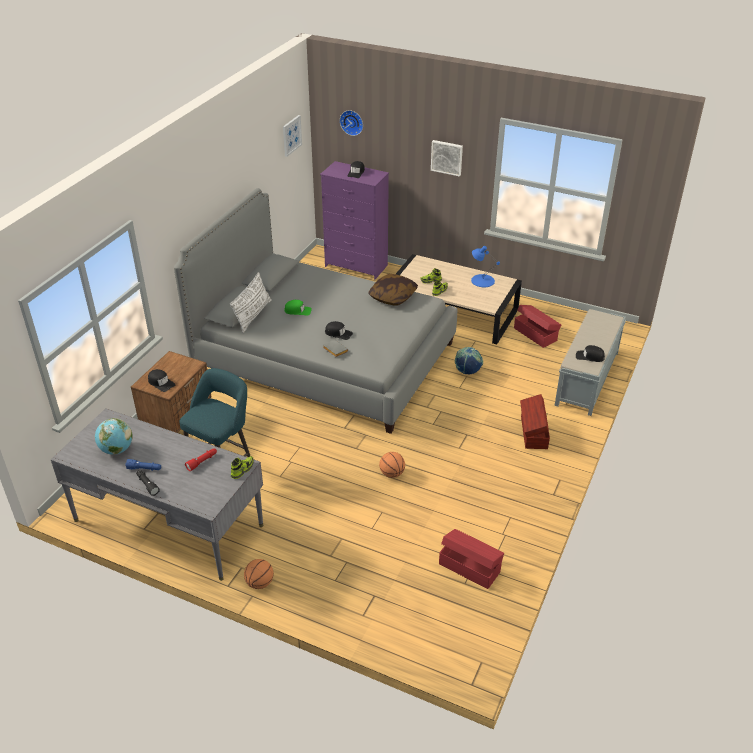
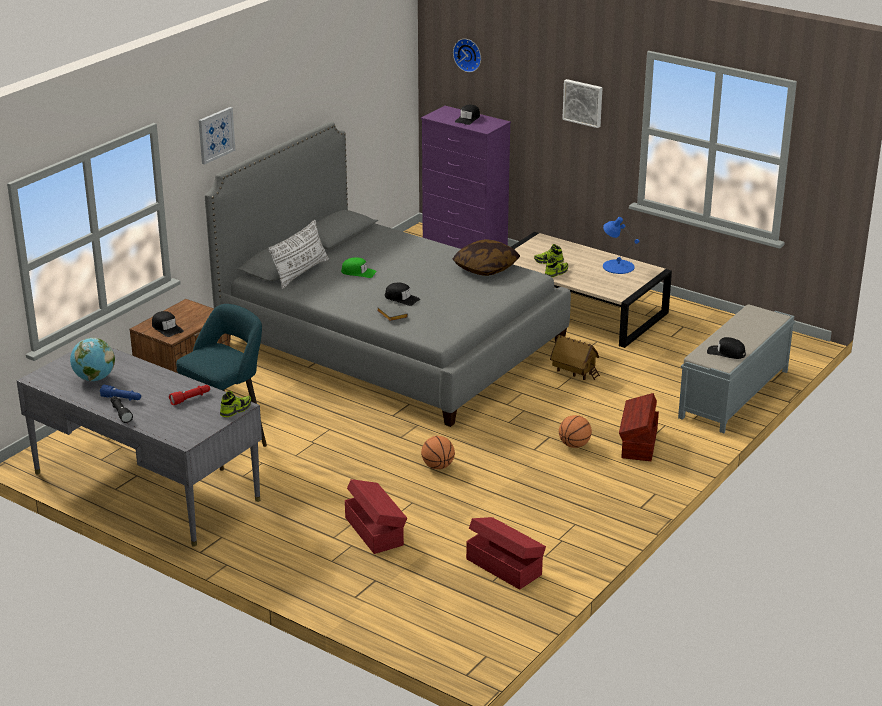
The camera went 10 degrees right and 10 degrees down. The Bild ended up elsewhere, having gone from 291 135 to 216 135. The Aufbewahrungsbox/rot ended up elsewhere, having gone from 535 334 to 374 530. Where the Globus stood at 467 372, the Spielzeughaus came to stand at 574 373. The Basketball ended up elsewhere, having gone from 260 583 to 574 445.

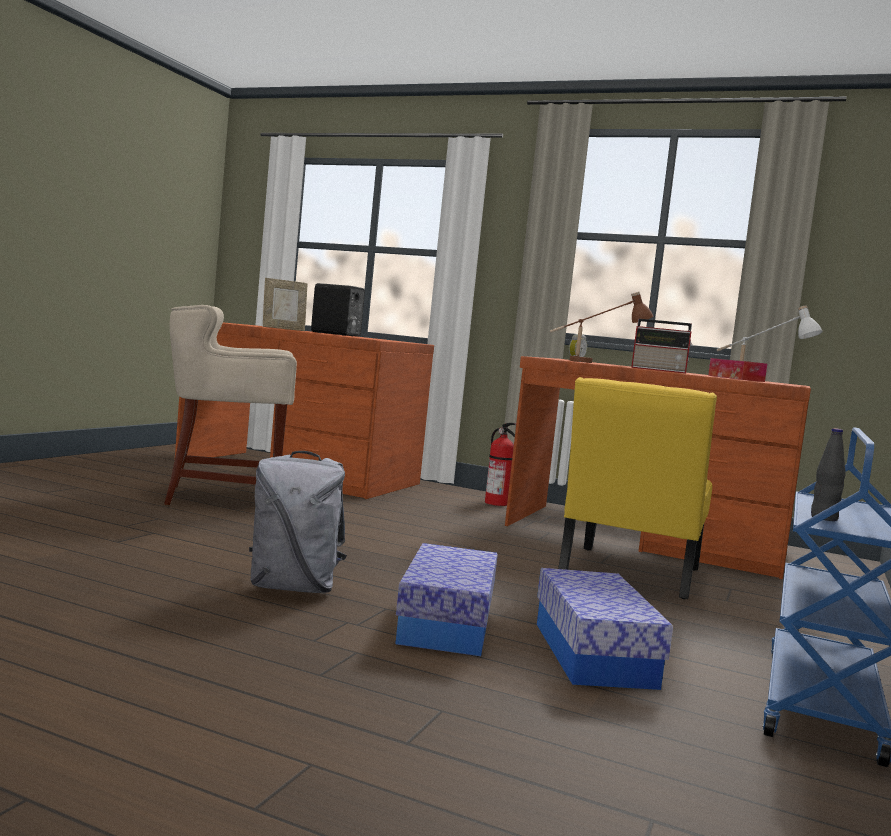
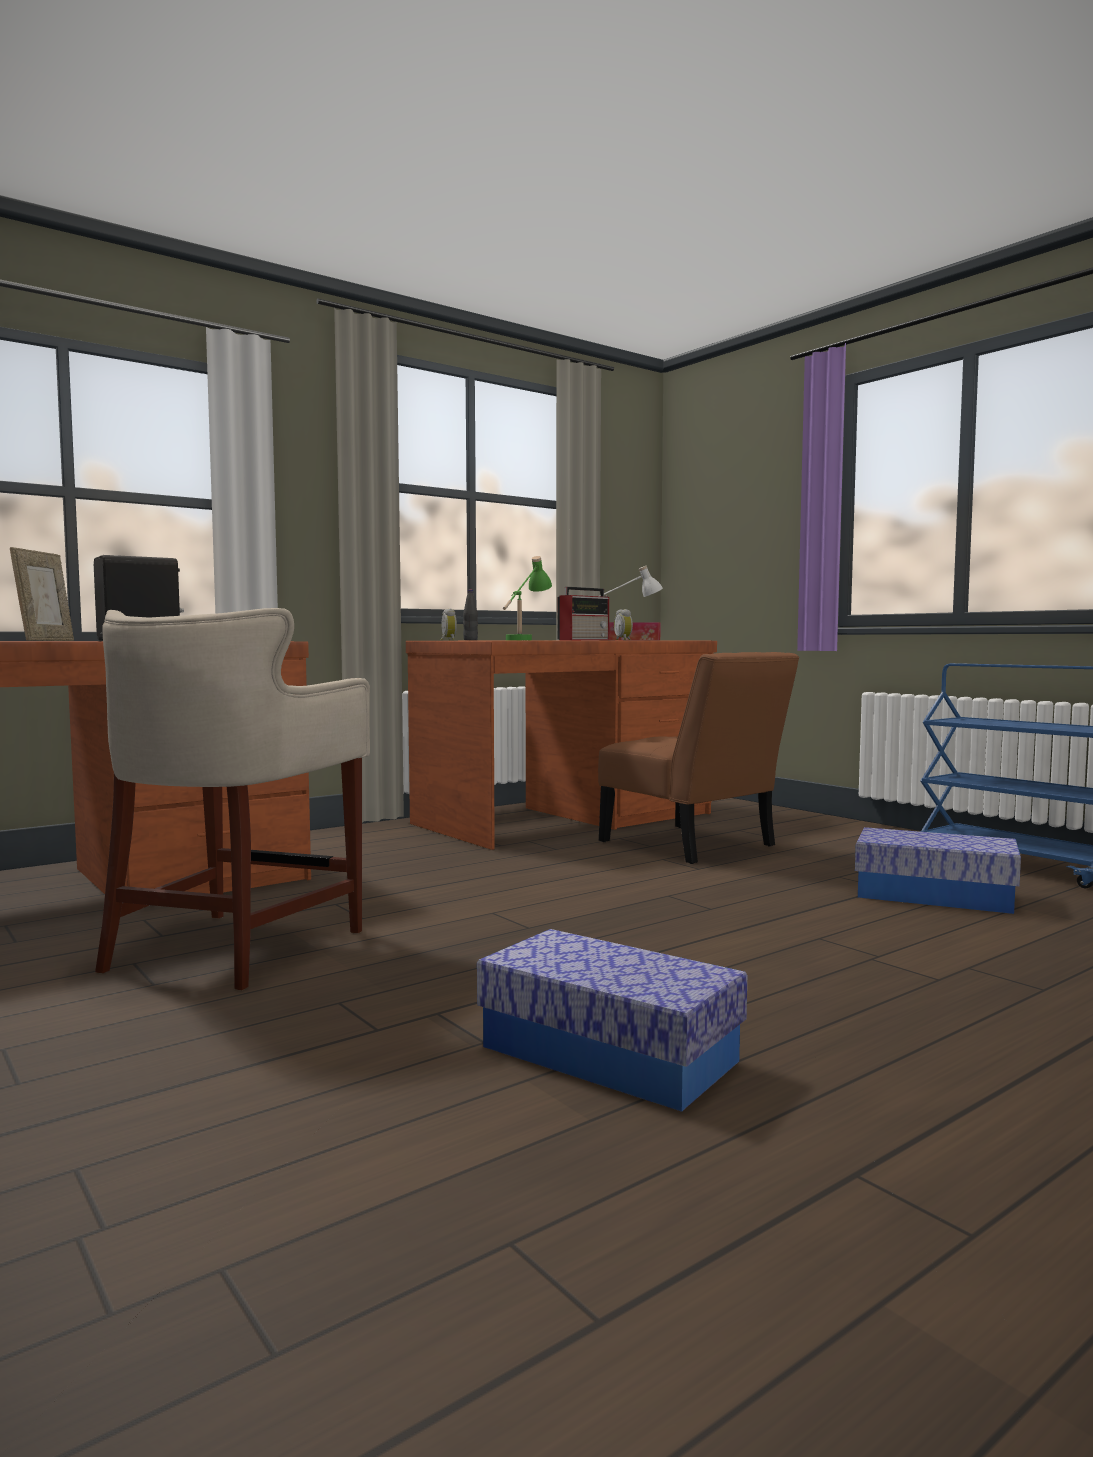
The camera went 60 degrees left and 0 degrees up. What was the Tischlampe/braun at 596 363 turned into the Tischlampe/grün at 525 640. What was the Stuhl/gelb at 628 574 turned into the Stuhl/braun at 693 846. The second view lost the Feuerlöscher at 497 503. The Flasche/schwarz ended up elsewhere, having gone from 824 518 to 470 640. The second view lost the Rucksack/grau at 294 588. The Aufbewahrungsbox ended up elsewhere, having gone from 446 623 to 608 1054. The second view gained the Wecker at 624 640.

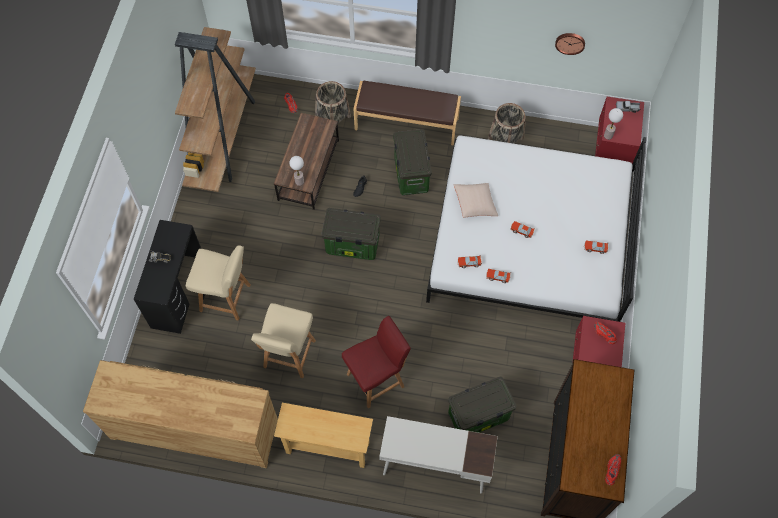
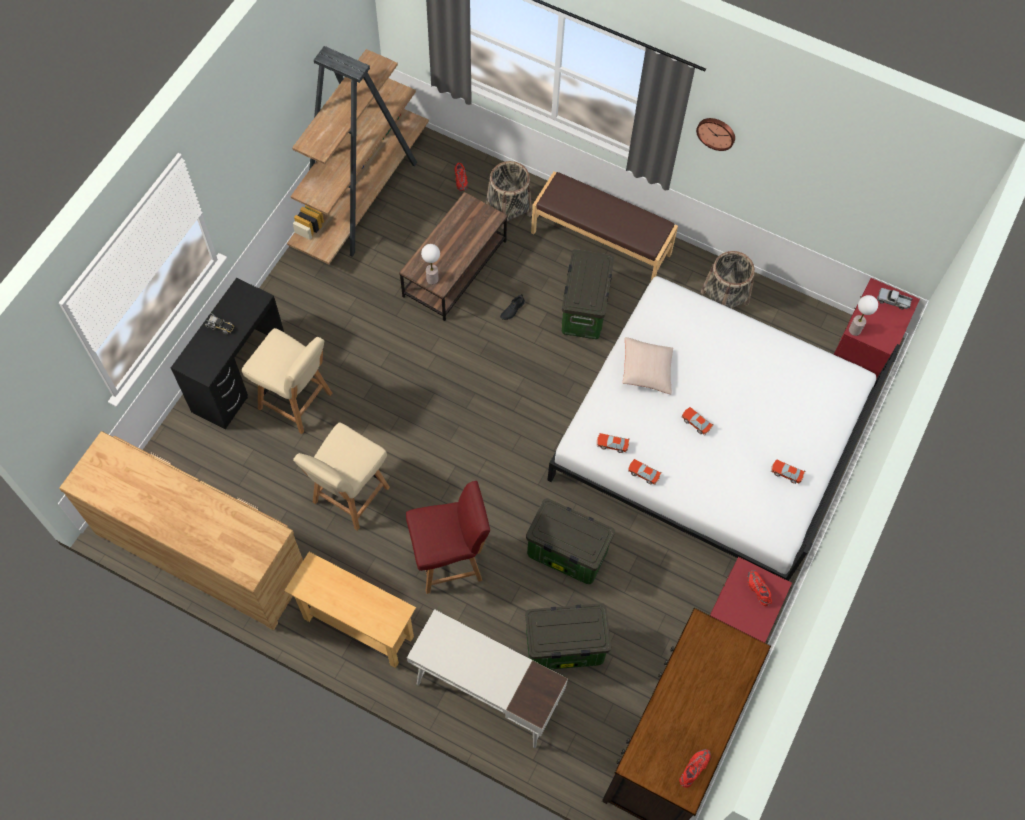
The camera went 15 degrees right and 0 degrees up. The Wanduhr ended up elsewhere, having gone from 570 42 to 716 132. The Aufbewahrungsbox ended up elsewhere, having gone from 351 245 to 565 554.

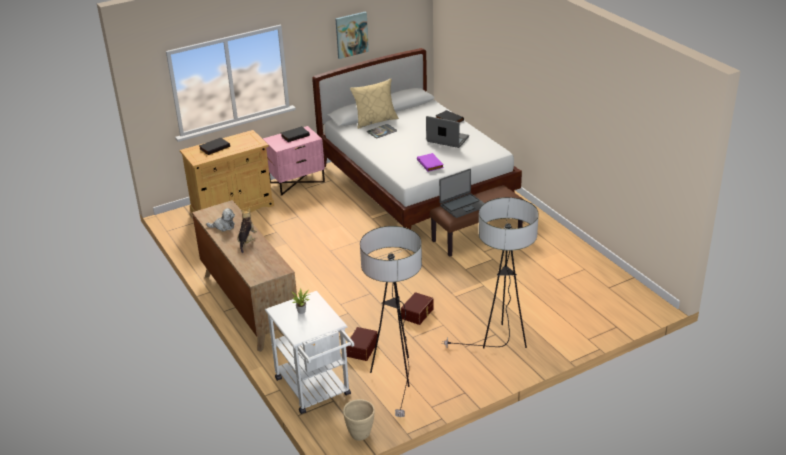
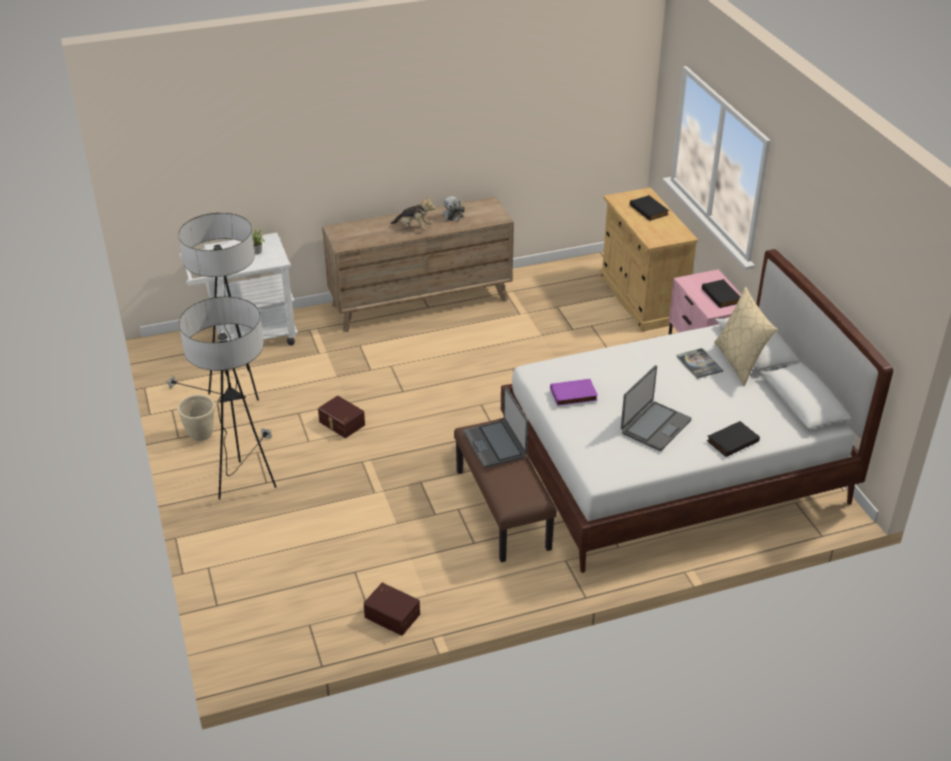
The camera went 100 degrees right and 5 degrees up. The second view lost the Bild at 351 34. The Aufbewahrungsbox/braun ended up elsewhere, having gone from 361 349 to 393 614. The Pflanzkübel/beige ended up elsewhere, having gone from 360 434 to 201 435.

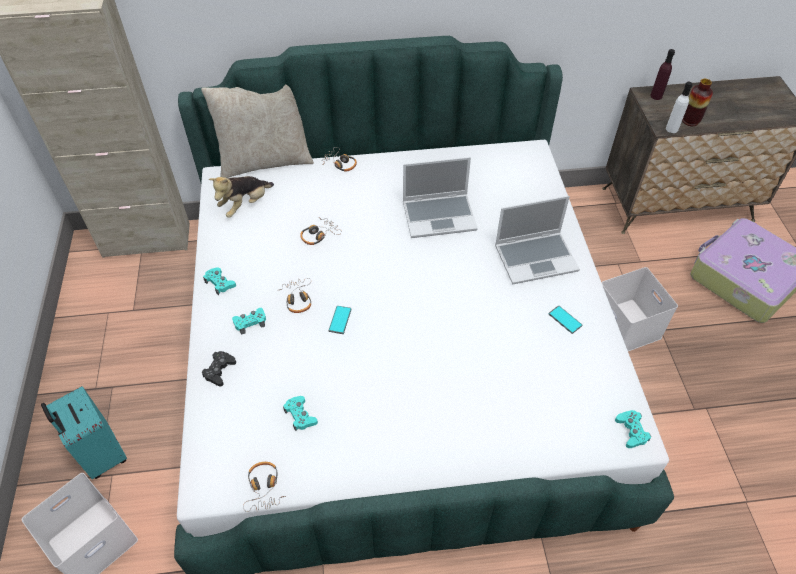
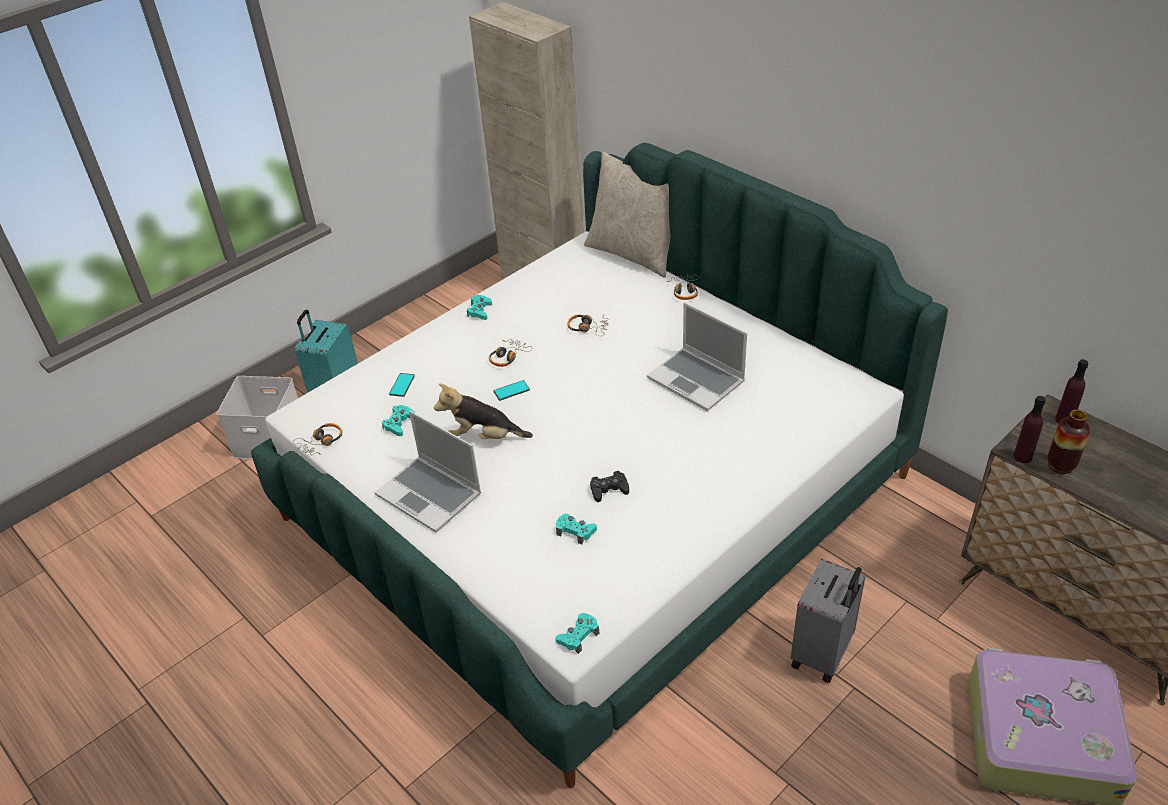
The camera went 55 degrees right and 10 degrees down. What was the Flasche/weiß at 671 129 turned into the Flasche/lila at 1022 457. The Plüschtier ended up elsewhere, having gone from 245 205 to 484 437. The Laptop ended up elsewhere, having gone from 536 258 to 431 495. Where the Aufbewahrungsbox/weiß stood at 626 327, the Koffer/grau came to stand at 823 654. The Handy ended up elsewhere, having gone from 565 320 to 402 385. The Gamepad/türkis ended up elsewhere, having gone from 250 322 to 575 531. The Gamepad/schwarz ended up elsewhere, having gone from 219 370 to 609 489.

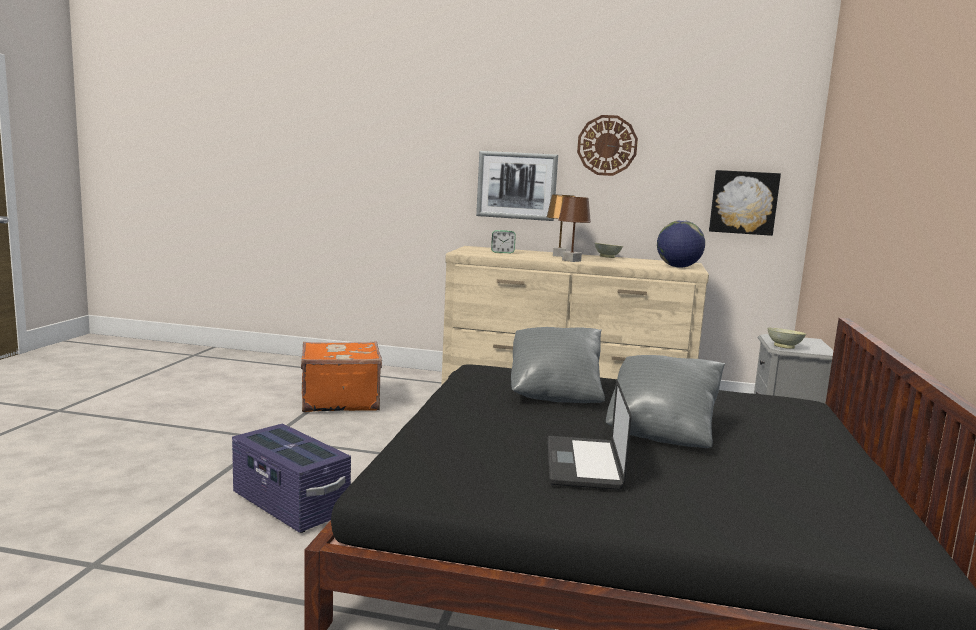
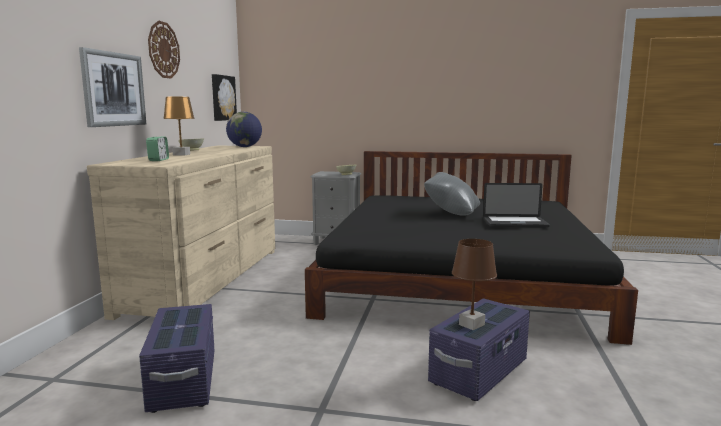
The camera went 90 degrees left and 0 degrees up. The Tischlampe/braun ended up elsewhere, having gone from 571 260 to 471 325. The second view lost the Kissen/grau at 555 394. Where the Koffer/orange stood at 339 401, the Aufbewahrungsbox/lila came to stand at 183 381.

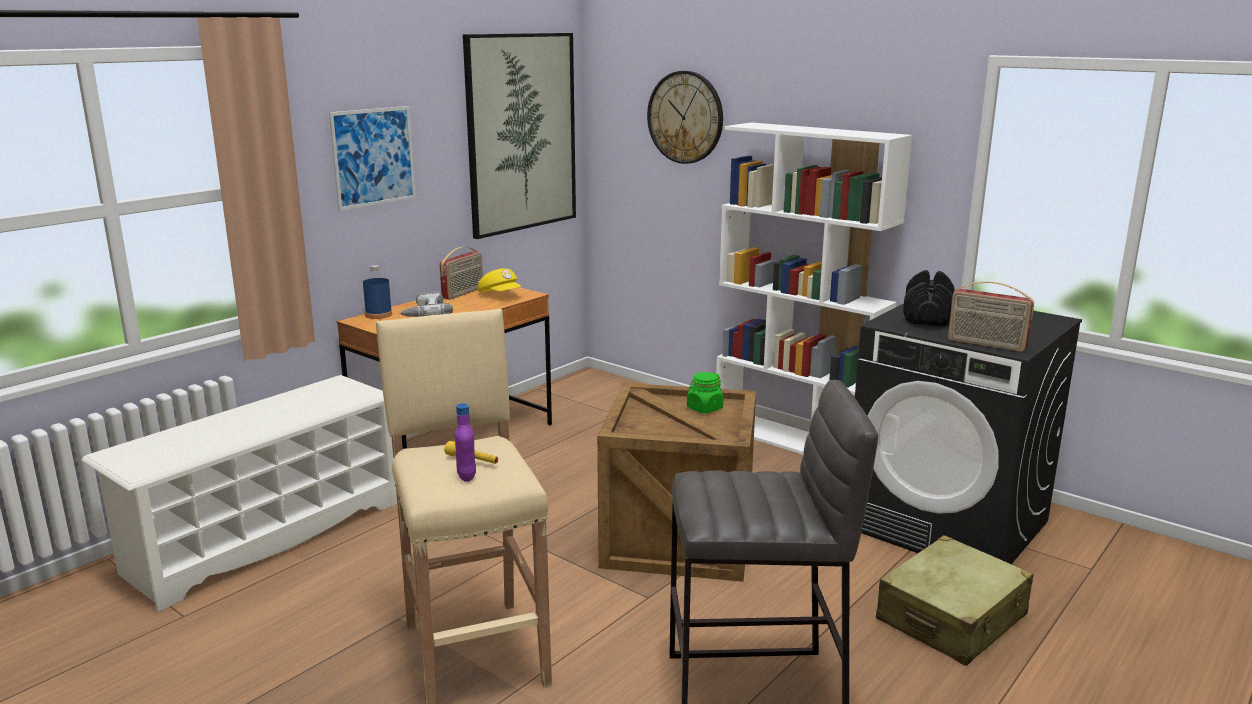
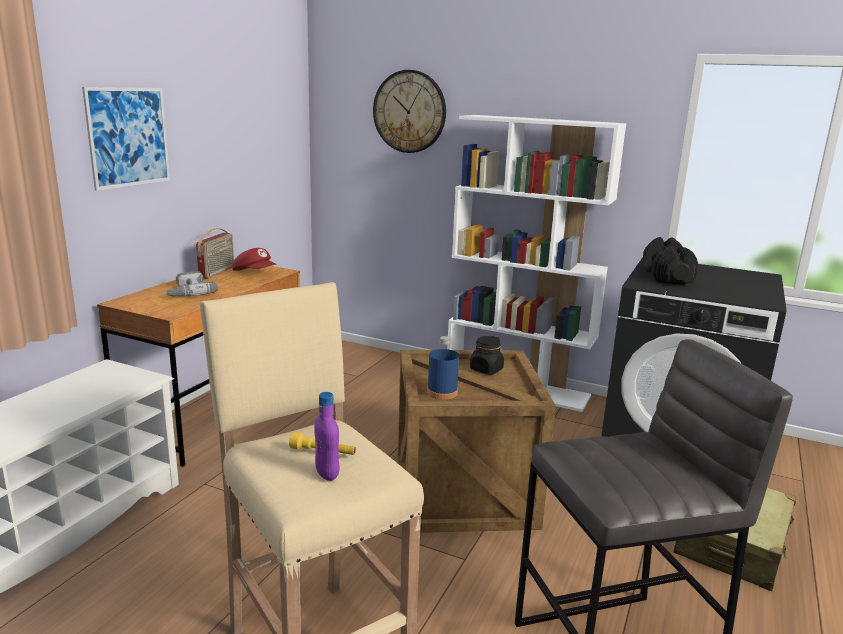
The camera went 15 degrees left and 0 degrees up. The second view lost the Bild at 521 133. The Flasche/blau ended up elsewhere, having gone from 378 315 to 442 392. What was the Kappe/gelb at 501 295 turned into the Kappe/rot at 255 273. The second view lost the Radio at 986 344. What was the Vorratsglas/grün at 704 408 turned into the Vorratsglas/schwarz at 486 370.

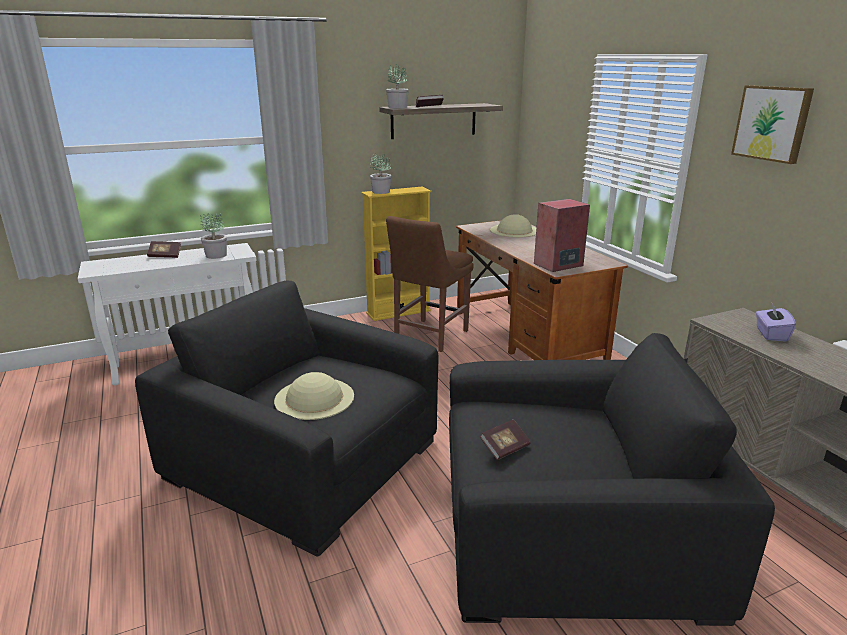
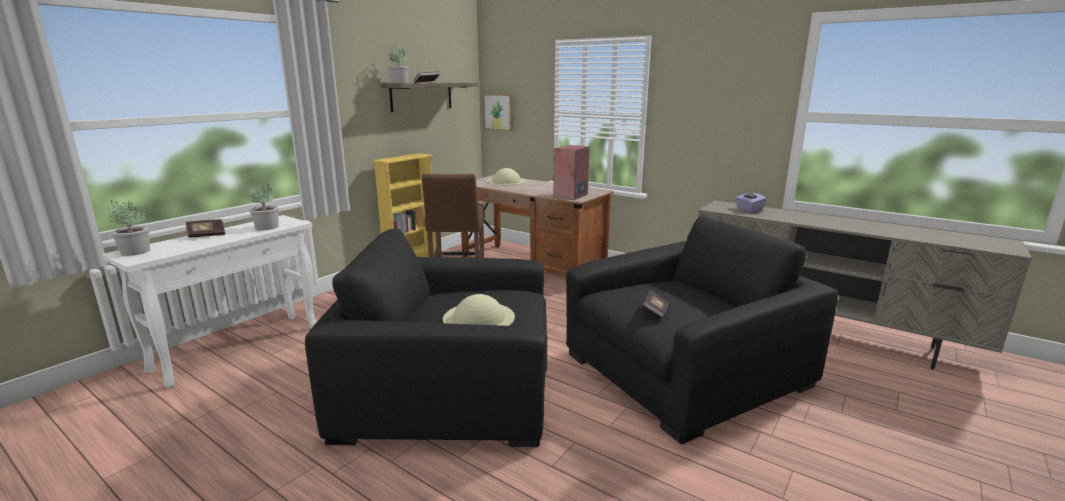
The camera went 30 degrees left and 5 degrees down. The Bild ended up elsewhere, having gone from 772 123 to 499 112. The Topfpflanze ended up elsewhere, having gone from 380 192 to 135 252.

